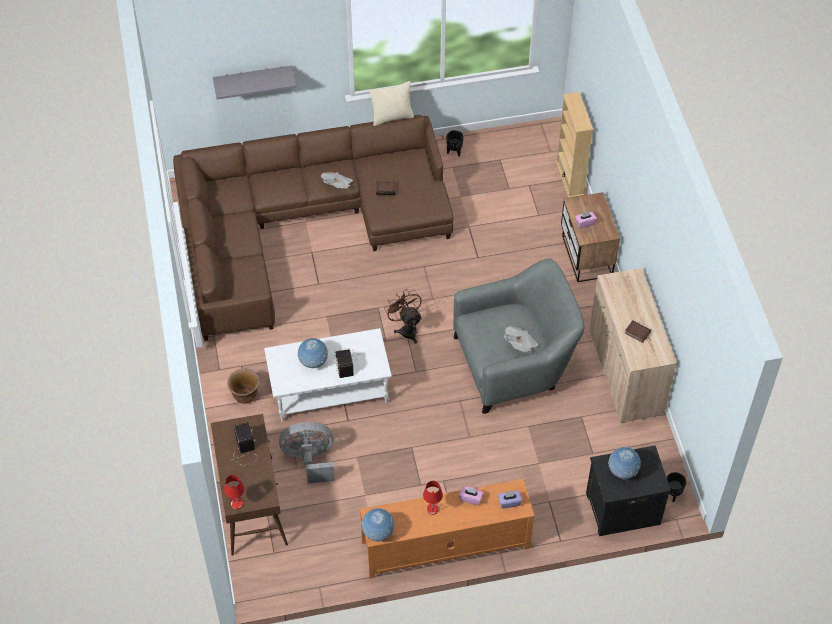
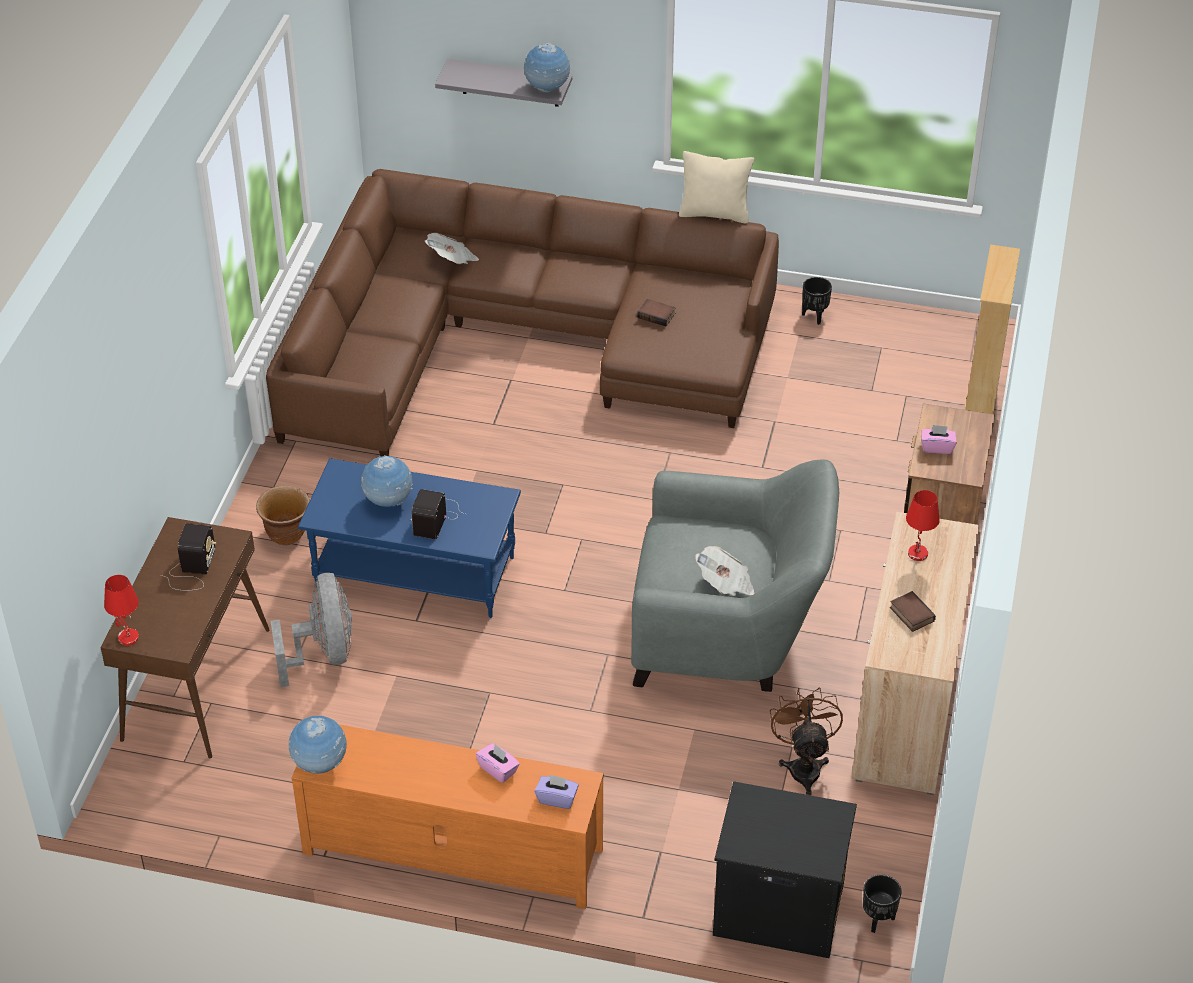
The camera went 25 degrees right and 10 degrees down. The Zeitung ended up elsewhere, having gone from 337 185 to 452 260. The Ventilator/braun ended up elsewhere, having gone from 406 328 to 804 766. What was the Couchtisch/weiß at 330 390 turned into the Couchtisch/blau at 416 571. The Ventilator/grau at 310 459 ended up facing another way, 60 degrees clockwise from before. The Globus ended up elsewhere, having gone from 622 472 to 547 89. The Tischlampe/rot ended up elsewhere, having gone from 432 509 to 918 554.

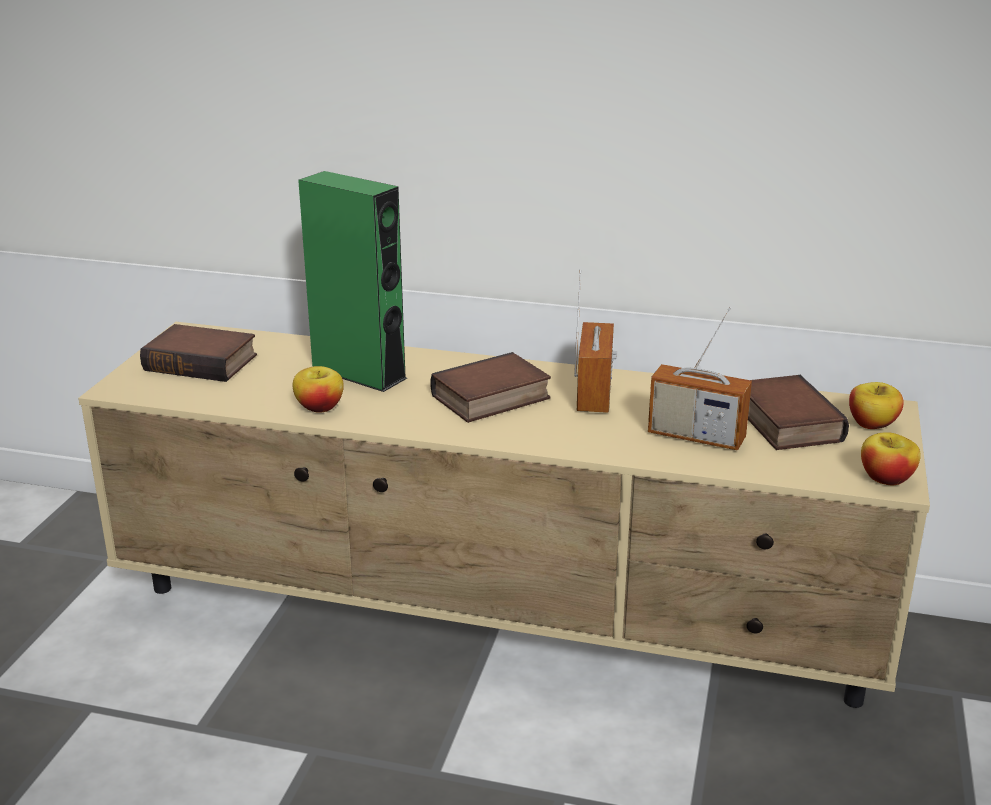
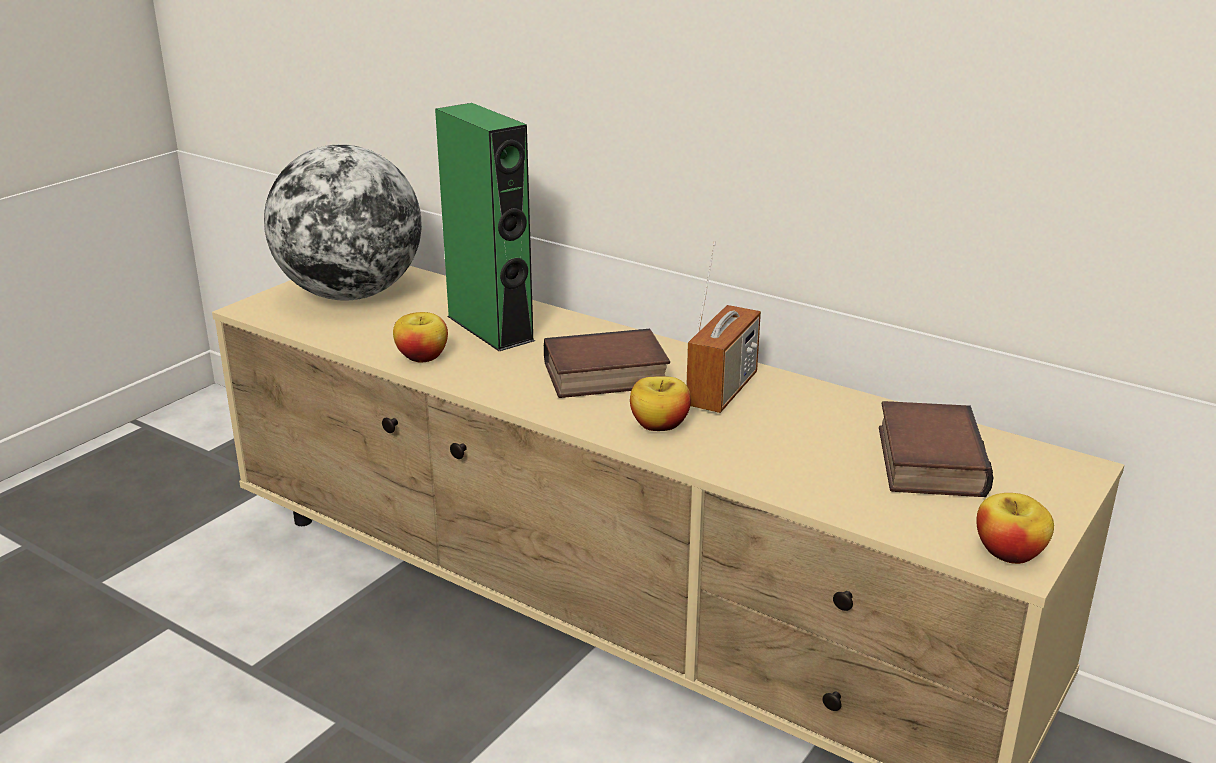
The camera went 20 degrees right and 0 degrees up. The second view lost the Radio at 696 436. Where the Buch stood at 203 362, the Globus came to stand at 351 294. The Apfel ended up elsewhere, having gone from 872 424 to 659 425.

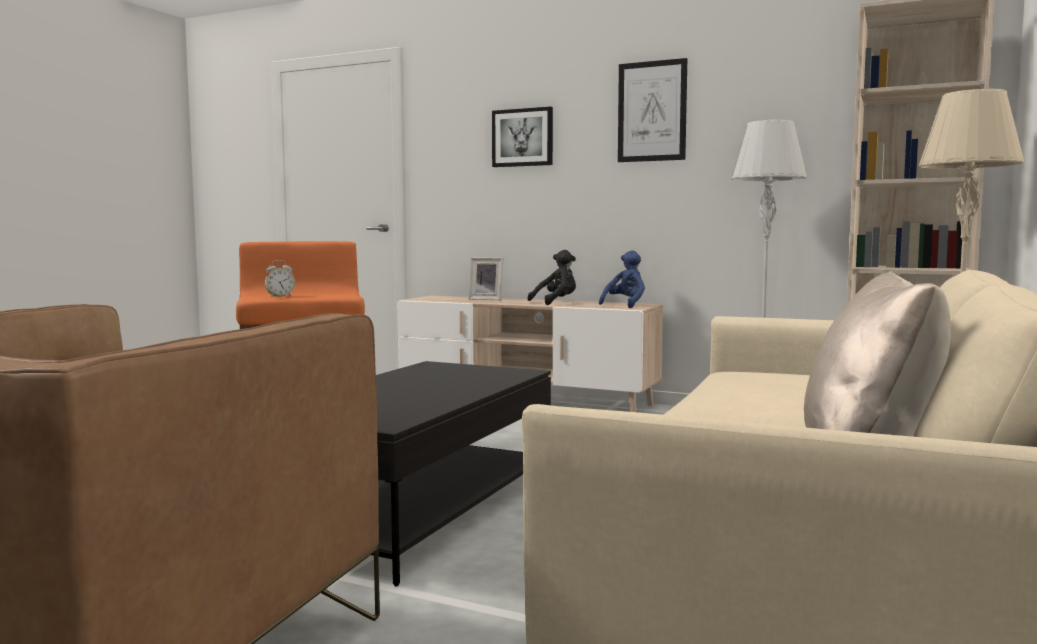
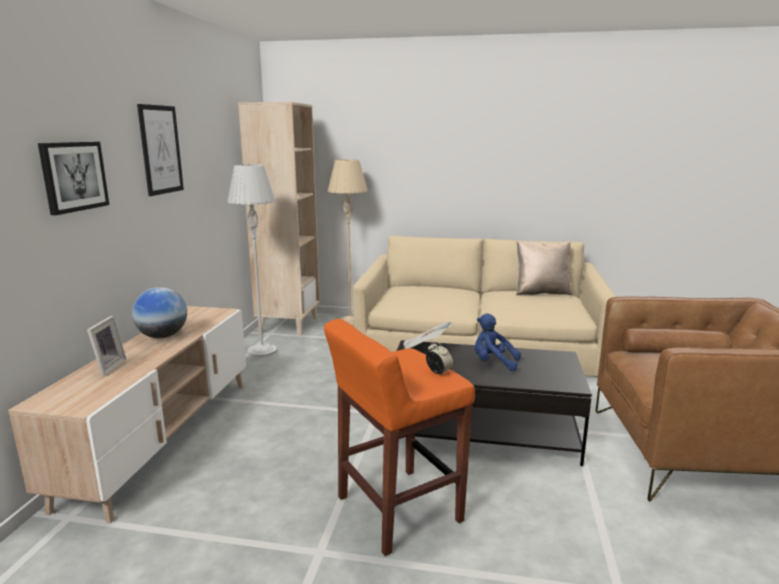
The camera went 105 degrees left and 10 degrees up. Where the Plüschtier/schwarz stood at 556 302, the Globus came to stand at 163 336. The Plüschtier/blau ended up elsewhere, having gone from 625 305 to 493 363. The second view gained the Zeitung at 425 348.

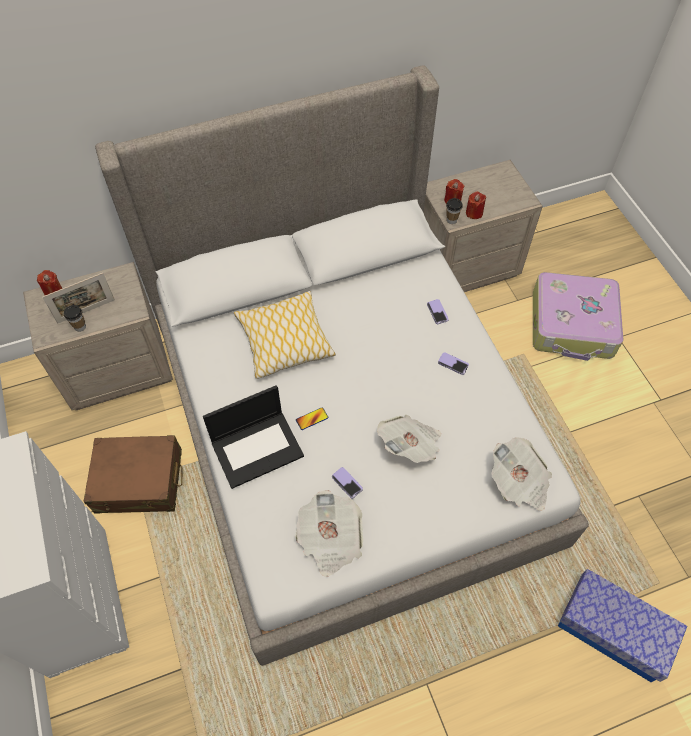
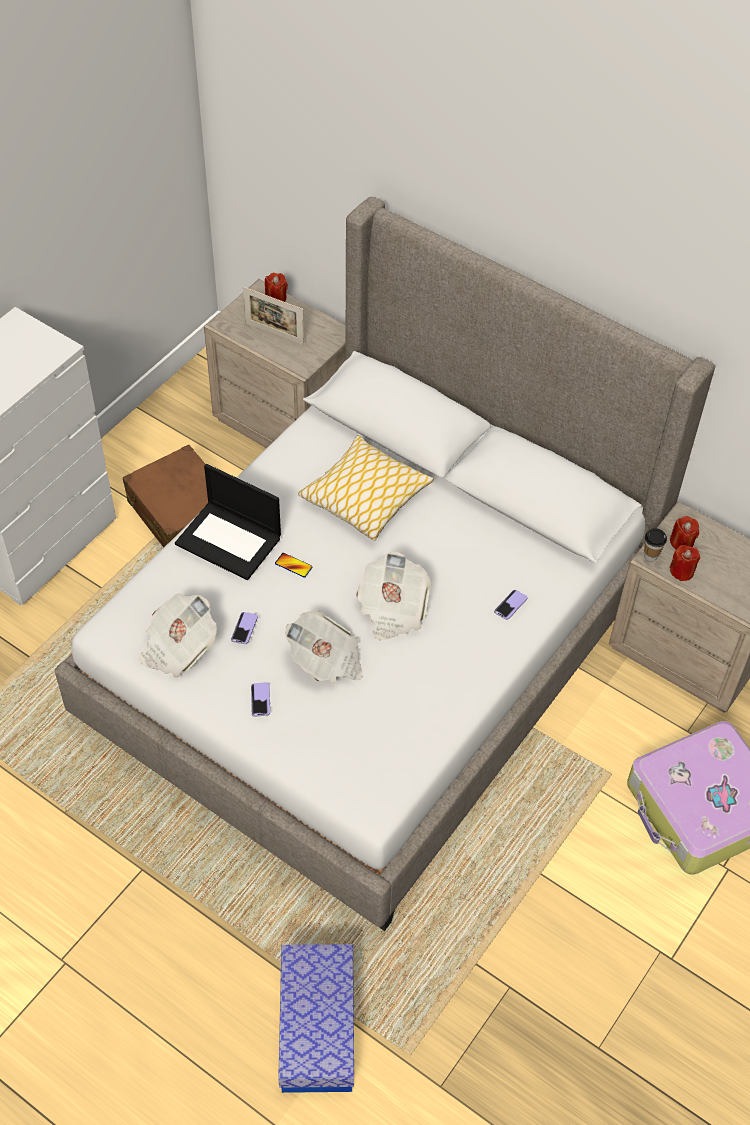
The camera went 55 degrees right and 5 degrees down. The second view lost the Tasse at 80 327. The Handy ended up elsewhere, having gone from 453 364 to 260 700. The Zeitung ended up elsewhere, having gone from 519 483 to 392 609.

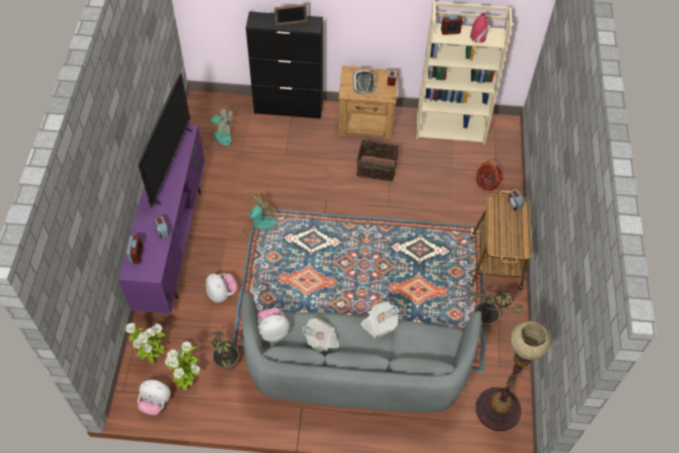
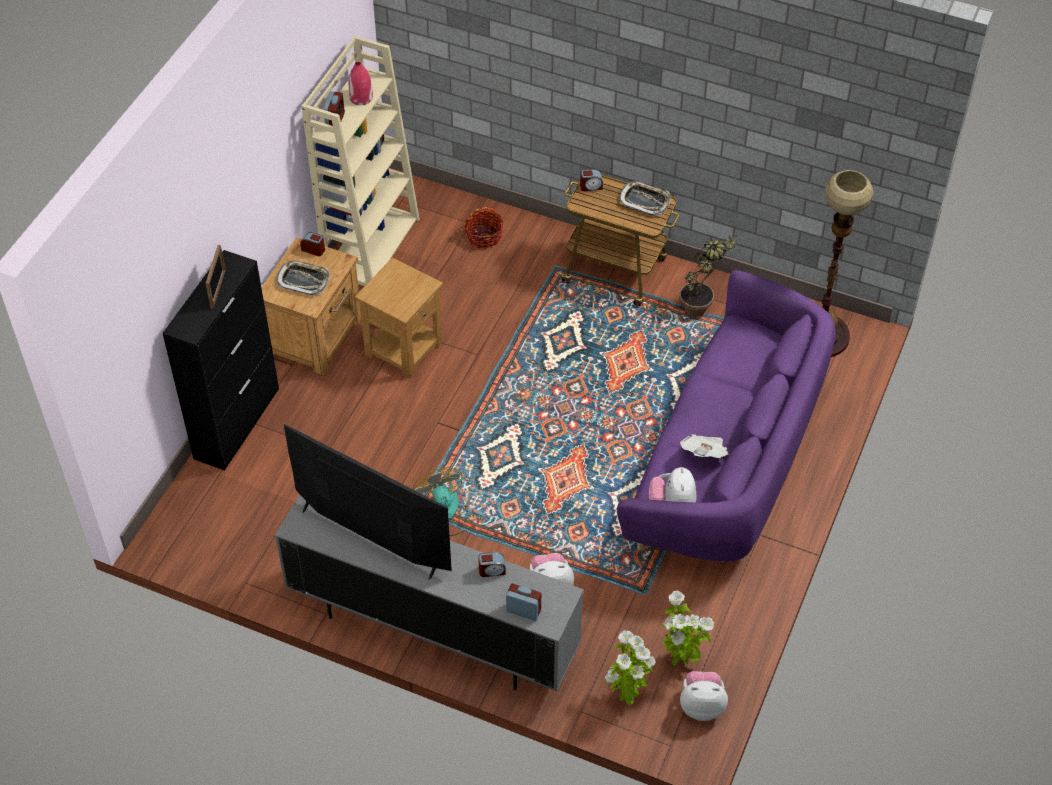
The camera went 70 degrees left and 5 degrees down. The second view lost the Ventilator at 218 135. What was the Fernsehschrank/lila at 173 241 turned into the Fernsehschrank/grau at 431 631. Where the Korb stood at 376 167, the Beistelltisch/braun came to stand at 404 348. What was the Sofa/grau at 355 372 turned into the Sofa/lila at 727 462. The second view lost the Zeitung at 379 324. The second view lost the Topfpflanze at 228 368. The Plüschtier at 156 402 ended up facing another way, 120 degrees counterclockwise from before. The second view gained the Tablett at 644 201.

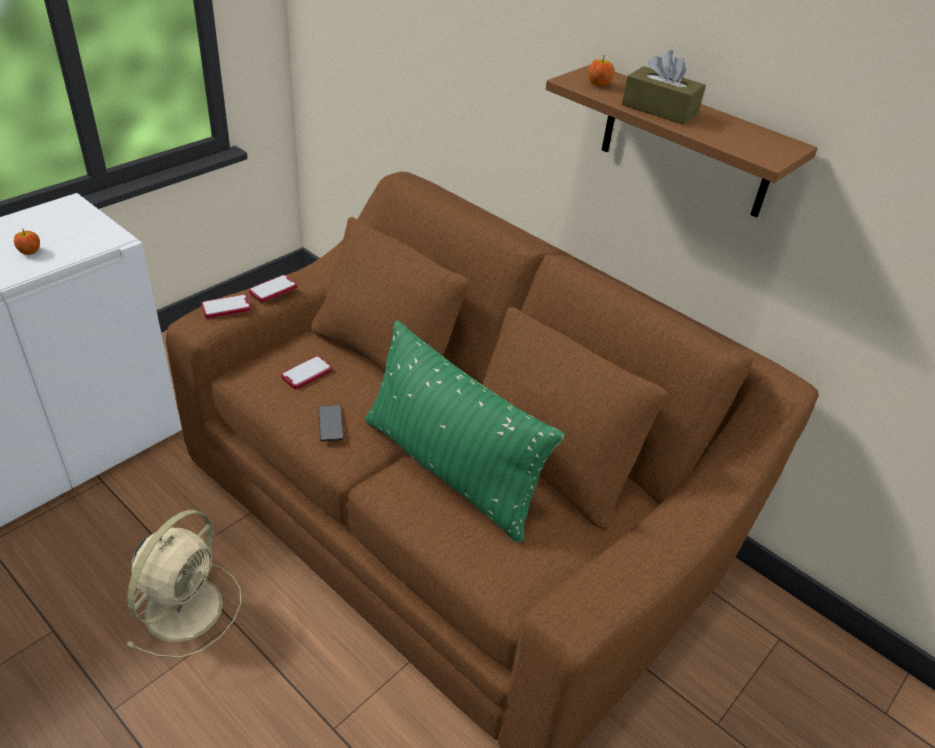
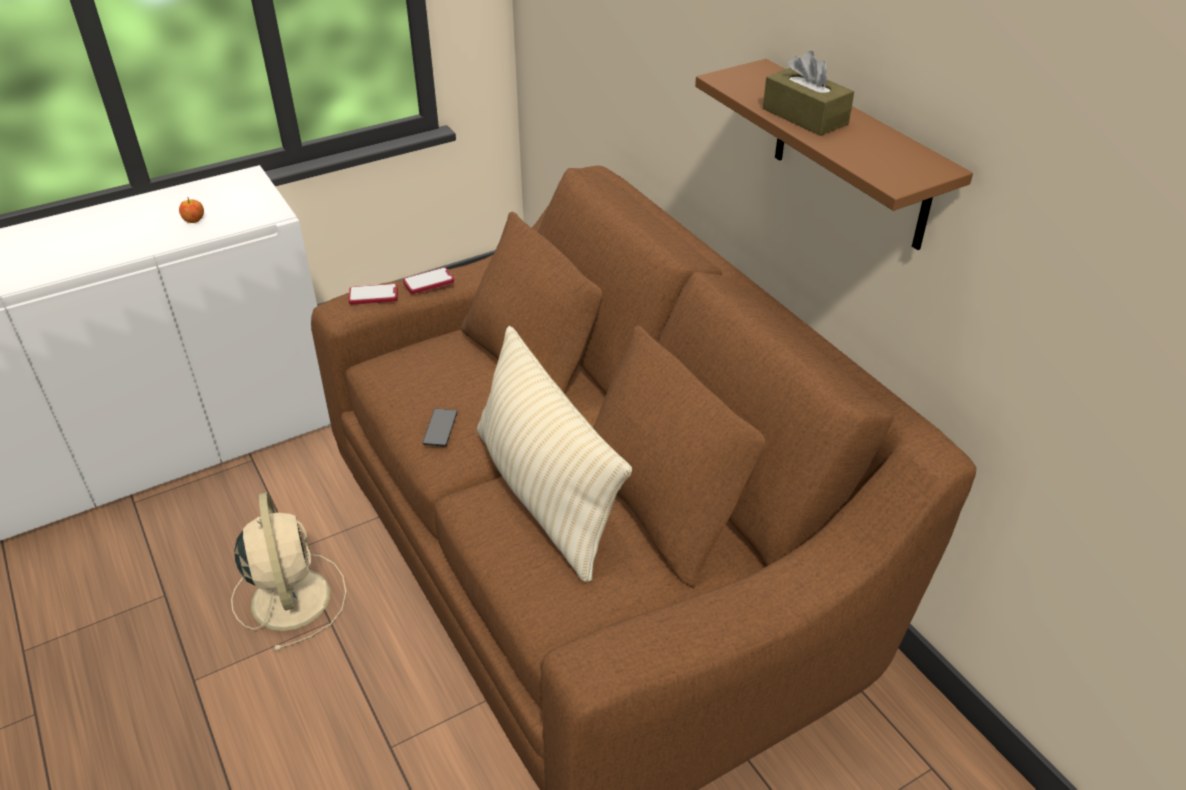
The camera went 20 degrees right and 0 degrees up. The second view lost the Apfel at 598 84. What was the Kissen/grün at 450 470 turned into the Kissen/beige at 545 495. The second view lost the Handy at 306 374. The Ventilator/beige at 186 606 ended up facing another way, 60 degrees counterclockwise from before.

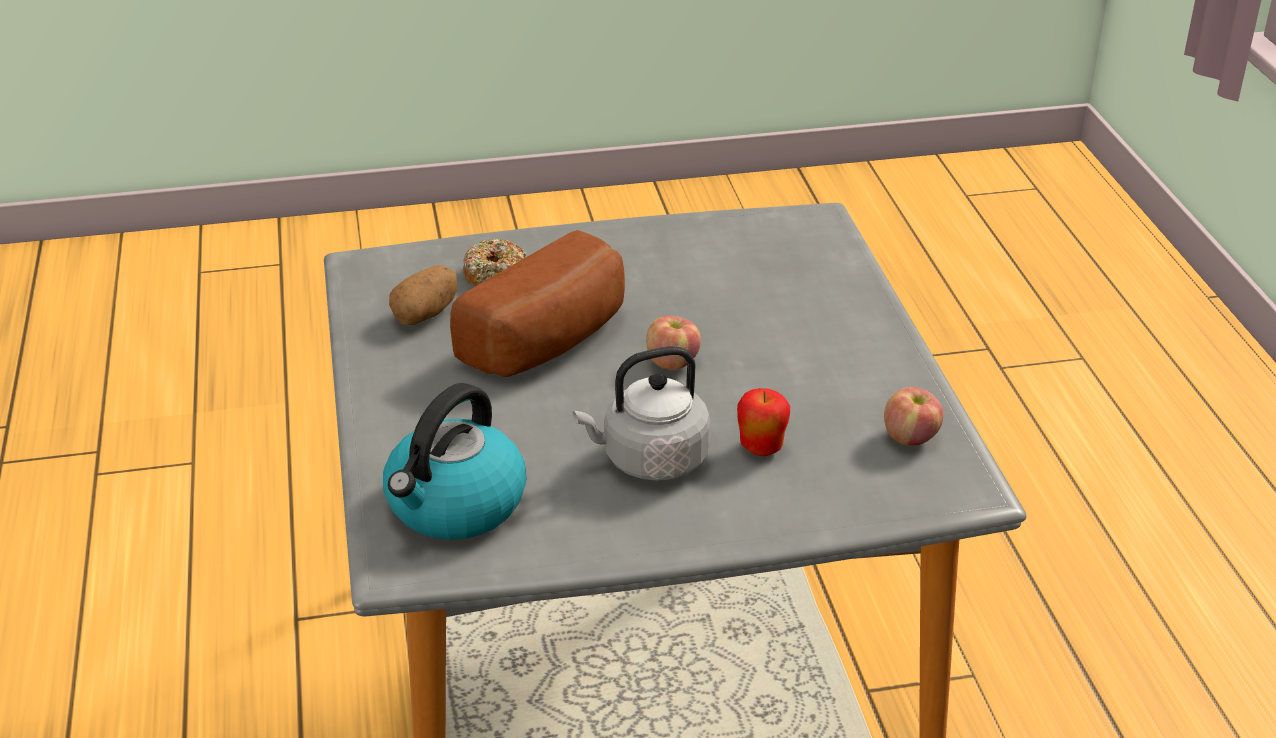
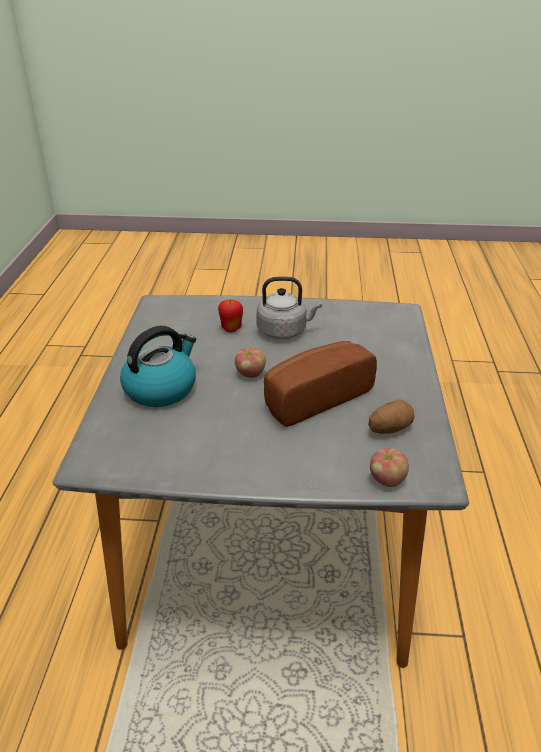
The camera went 165 degrees left and 0 degrees up. The second view lost the Donut at 495 274. The Wasserkessel ended up elsewhere, having gone from 455 506 to 161 388. The Apfel ended up elsewhere, having gone from 910 437 to 387 480.

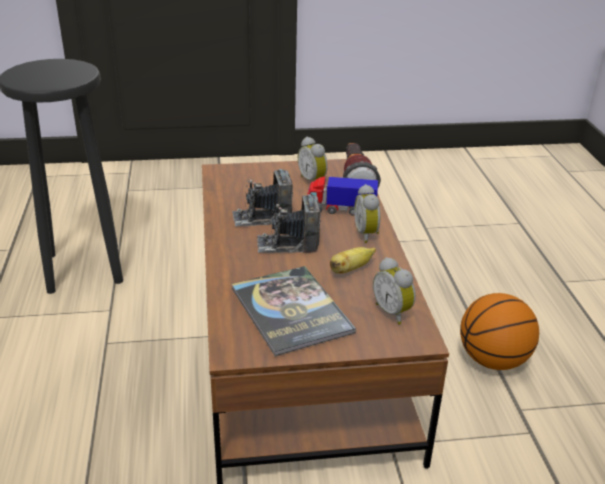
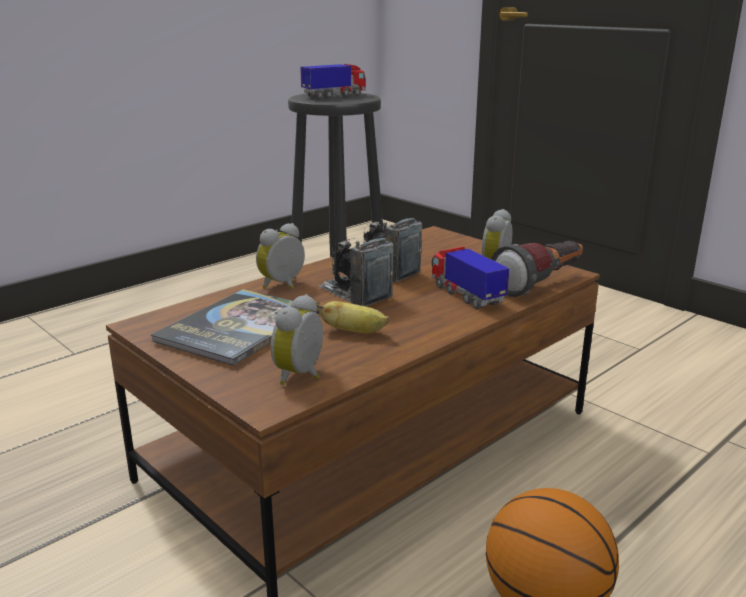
The camera went 55 degrees right and 10 degrees down. The Wecker ended up elsewhere, having gone from 367 234 to 284 285. The second view gained the Spielzeuglaster at 335 96.

